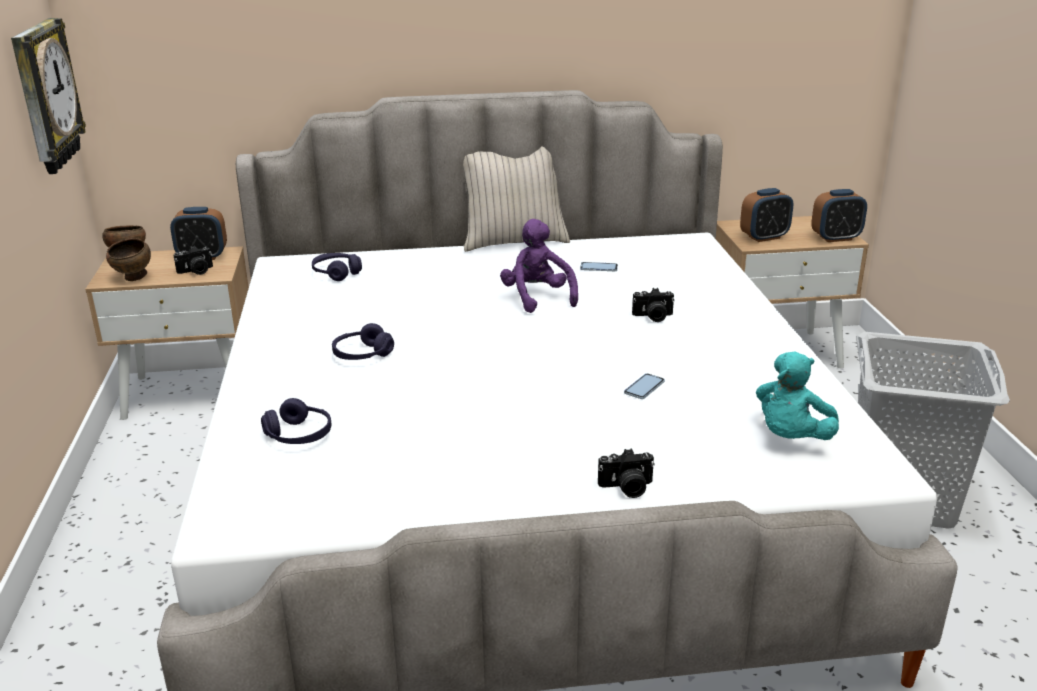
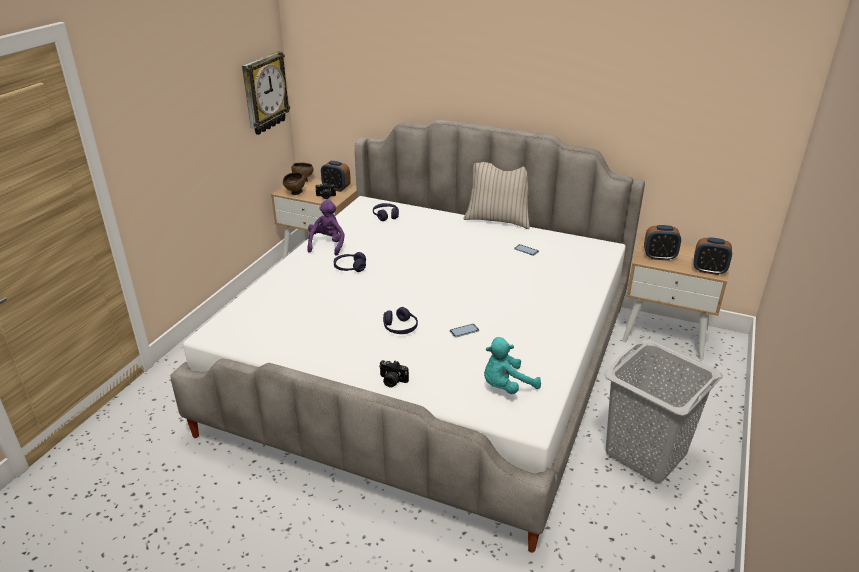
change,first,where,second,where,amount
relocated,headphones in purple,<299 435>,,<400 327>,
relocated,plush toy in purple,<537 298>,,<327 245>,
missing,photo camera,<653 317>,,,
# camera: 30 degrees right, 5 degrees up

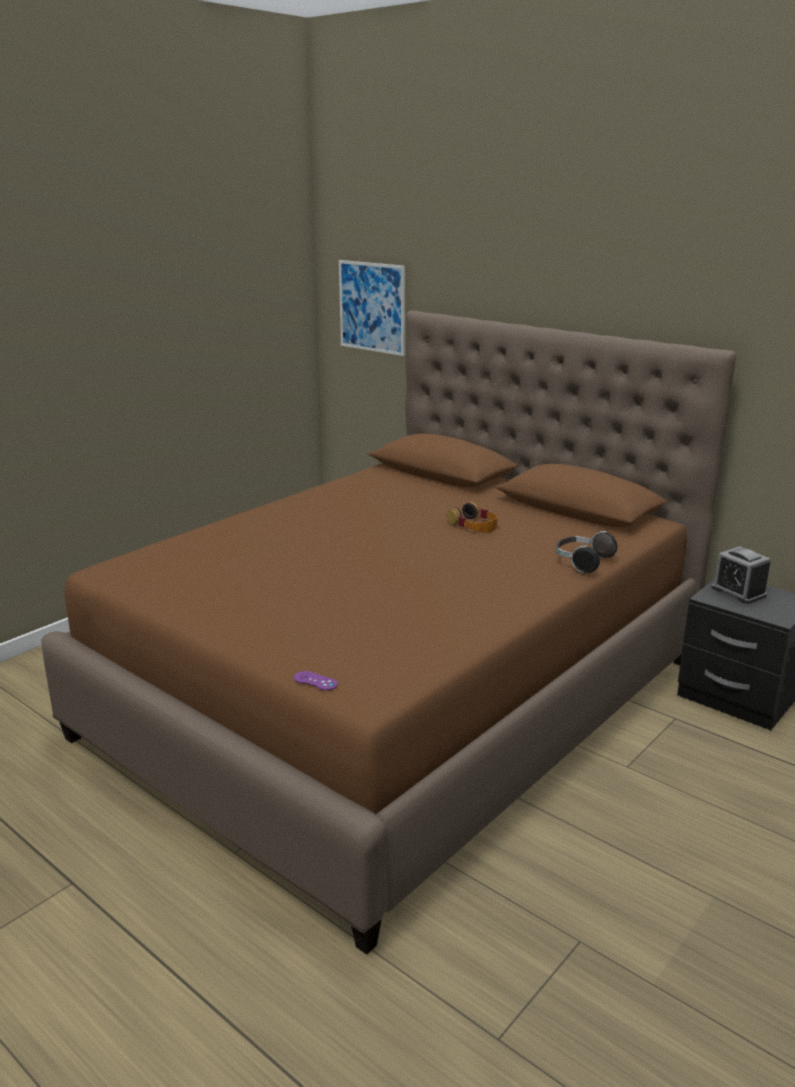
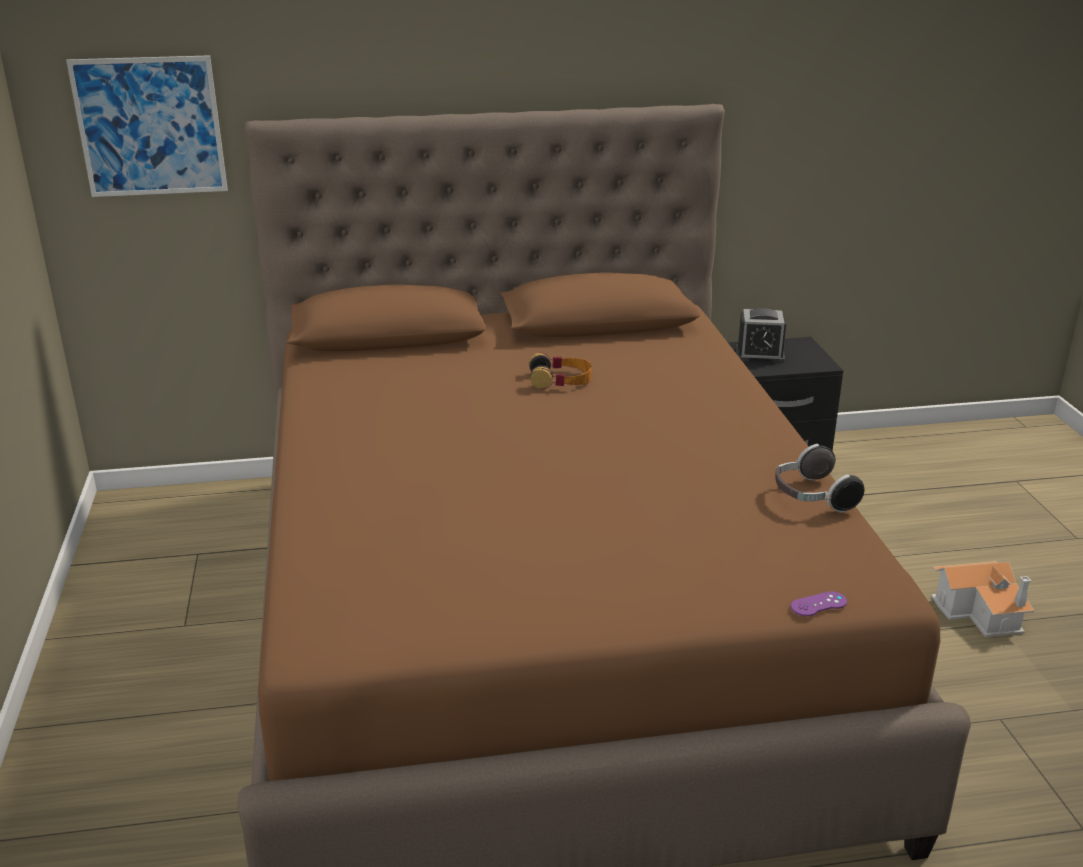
change,first,where,second,where,amount
relocated,headphones,<582 562>,,<812 497>,
appeared,,,toy house,<981 612>,
# camera: 50 degrees left, 5 degrees up

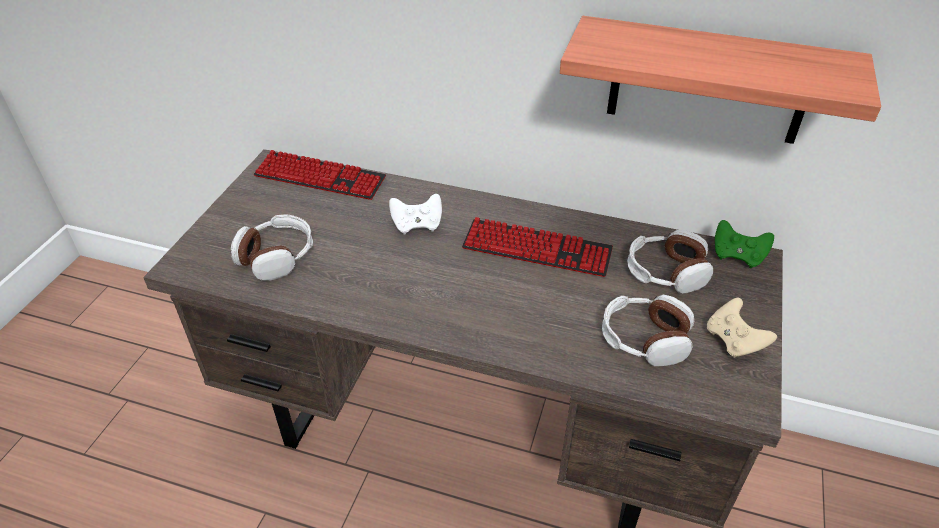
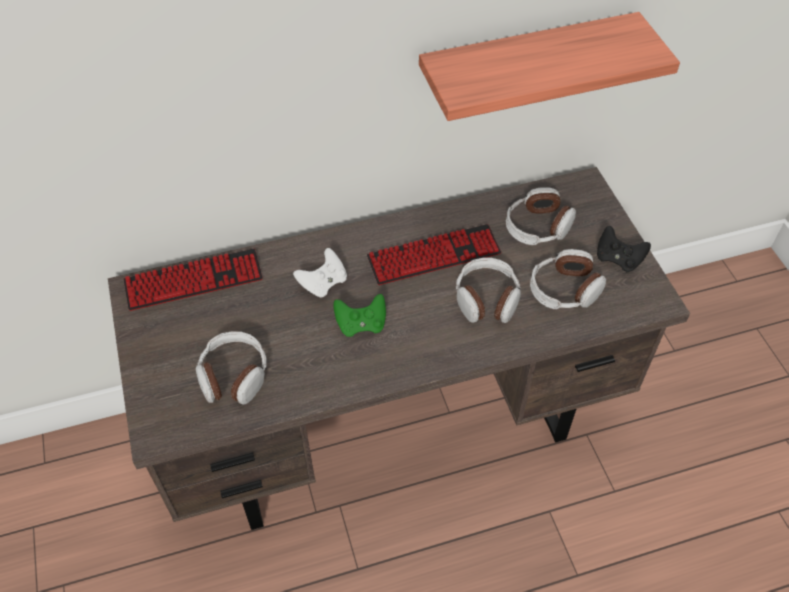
change,first,where,second,where,amount
colour,game controller in beige,<734 341>,game controller in black,<618 259>,
relocated,game controller in green,<737 256>,,<361 324>,
appeared,,,headphones,<486 299>,
# camera: 35 degrees left, 10 degrees up

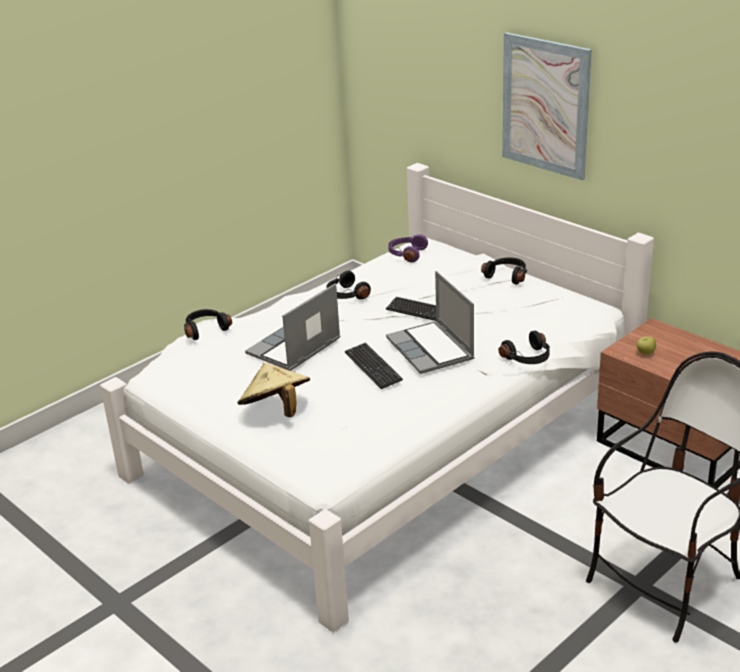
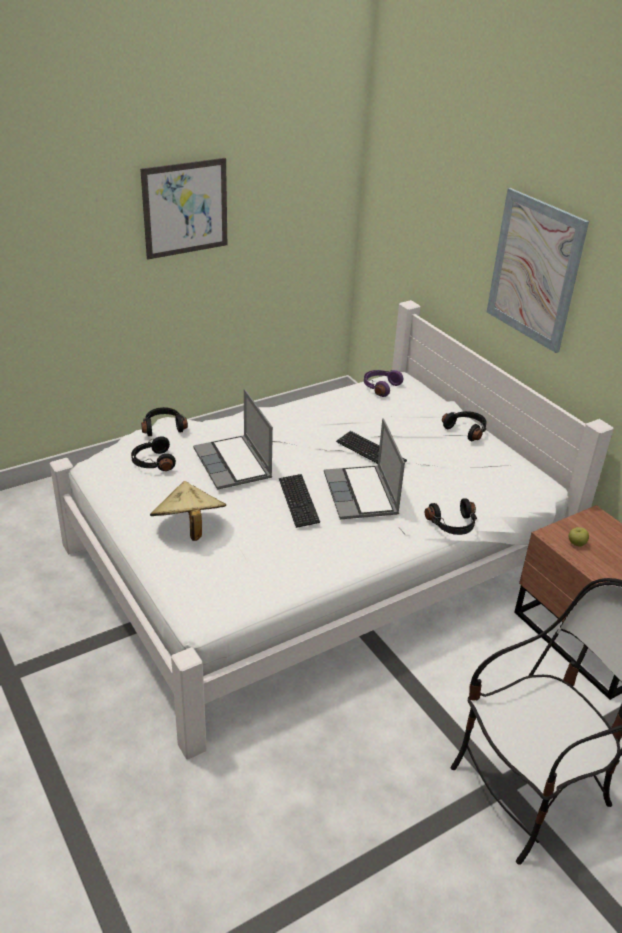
change,first,where,second,where,amount
spun,laptop,<294 348>,,<234 464>,75 degrees counterclockwise
relocated,headphones in black,<346 295>,,<153 462>,
appeared,,,picture,<185 208>,
# camera: 10 degrees right, 5 degrees up

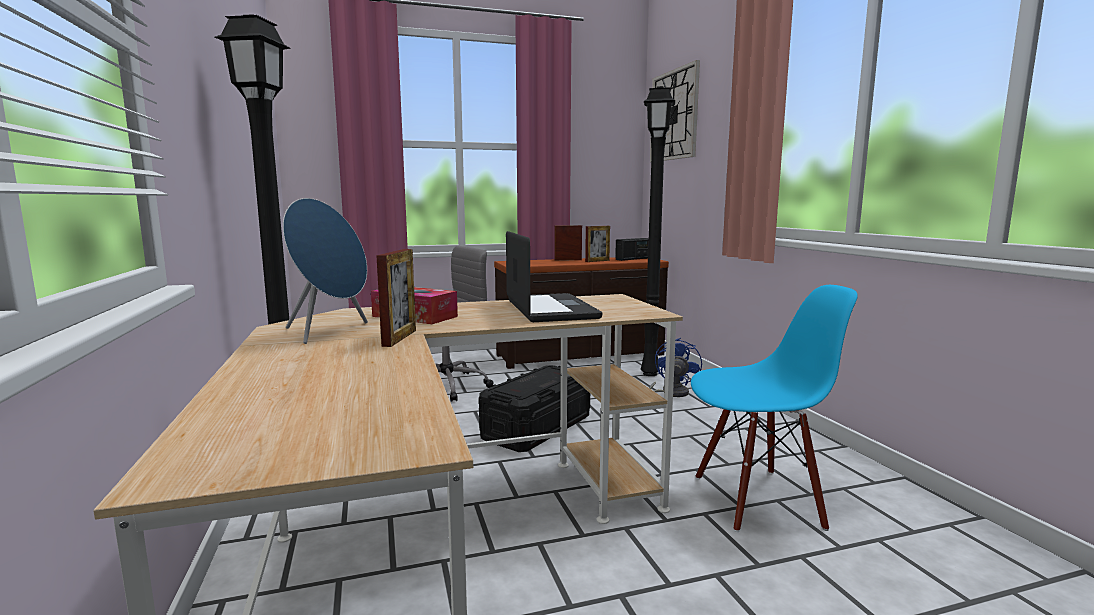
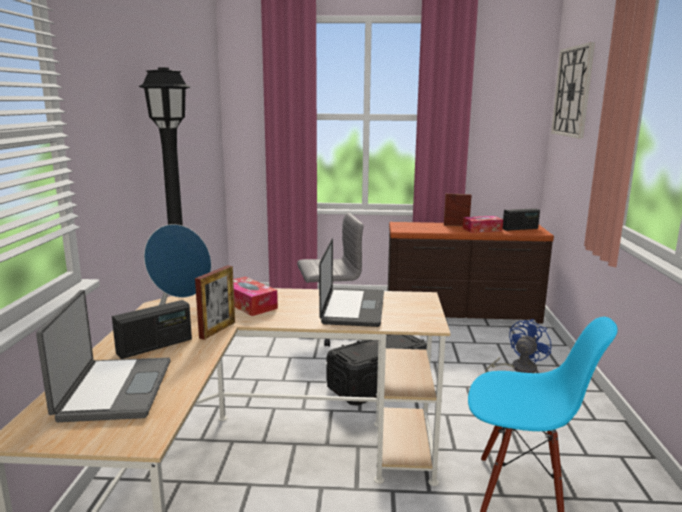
change,first,where,second,where,amount
exchanged,picture frame,<597 261>,tissue box,<482 229>,
missing,floor lamp in black,<648 374>,,,
appeared,,,laptop,<113 390>,
appeared,,,radio,<155 346>,
# camera: 20 degrees right, 5 degrees up

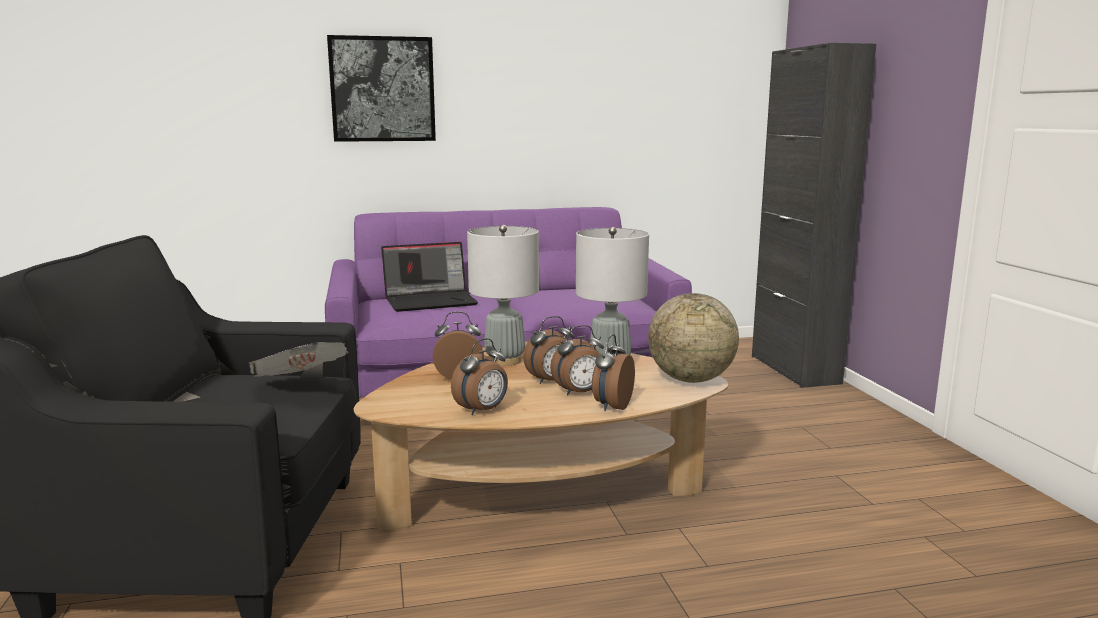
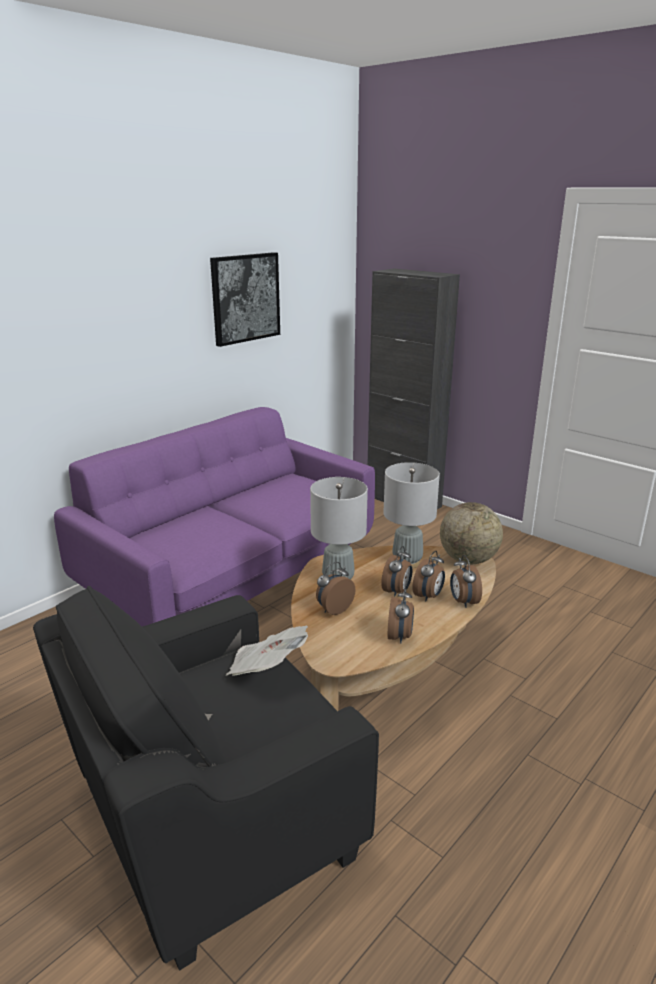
change,first,where,second,where,amount
relocated,picture,<382 89>,,<245 298>,
missing,laptop,<431 301>,,,
# camera: 35 degrees left, 10 degrees up

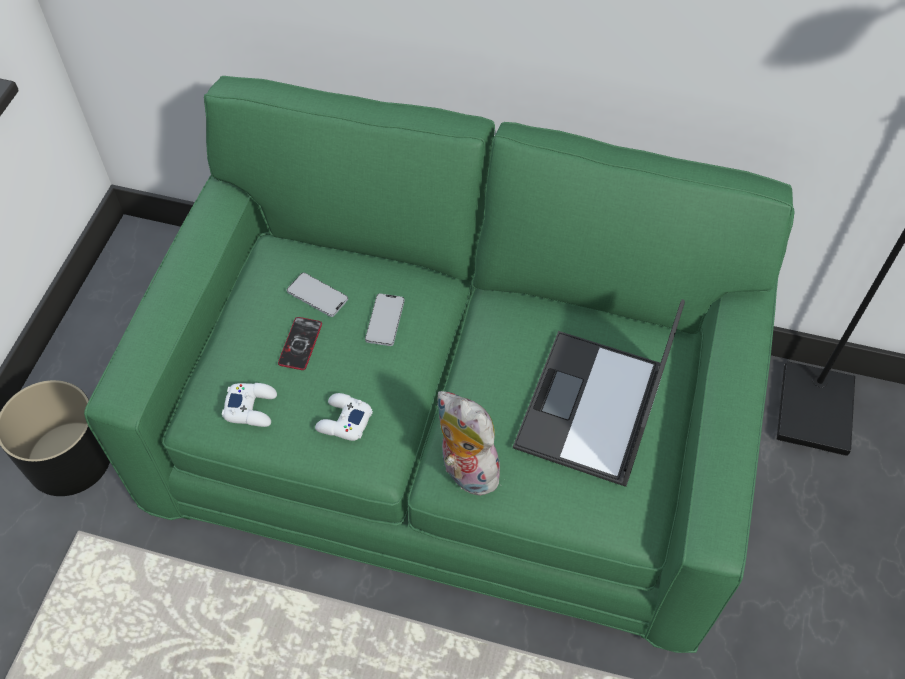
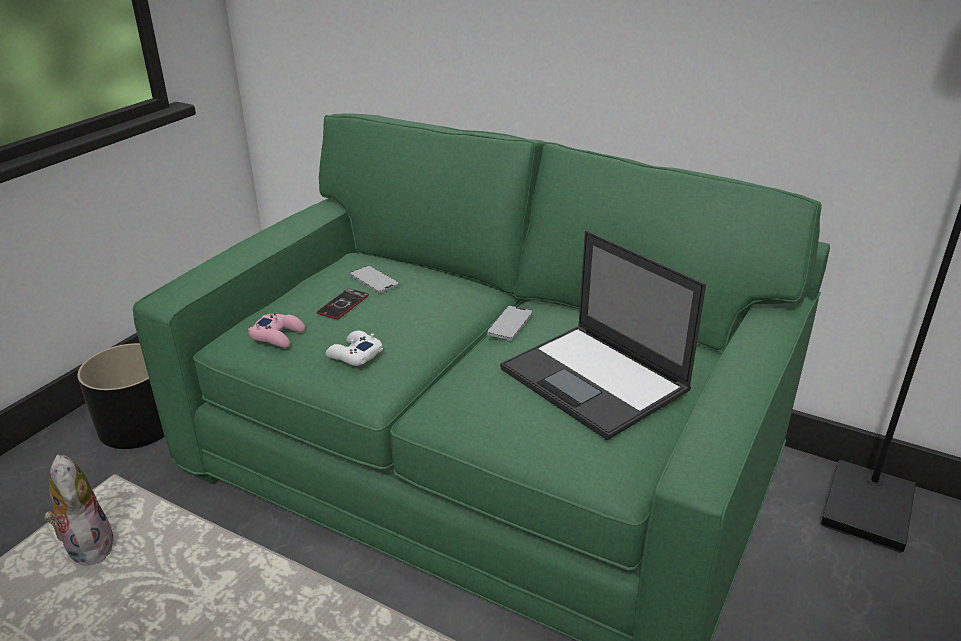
change,first,where,second,where,amount
colour,game controller in white,<251 408>,game controller in pink,<278 335>,
relocated,phone,<385 320>,,<510 324>,
relocated,plush toy,<465 471>,,<87 546>,
spun,laptop,<590 409>,,<595 380>,75 degrees counterclockwise
# camera: 15 degrees right, 25 degrees down

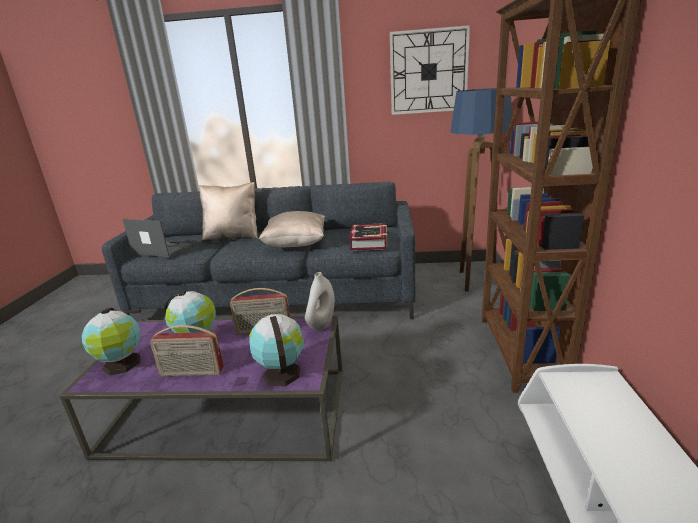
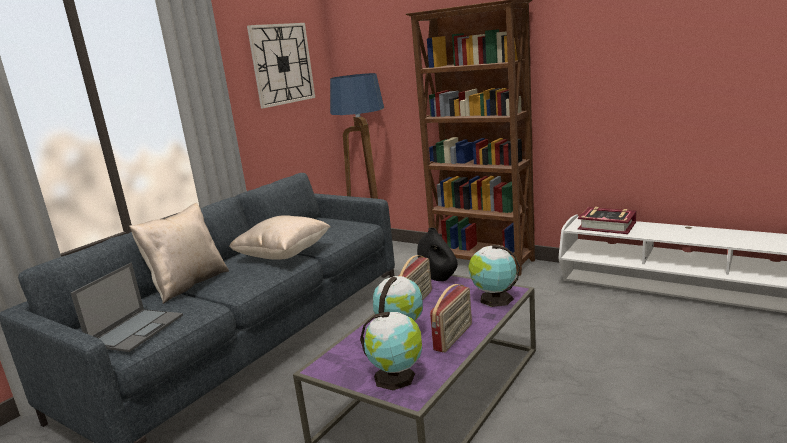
change,first,where,second,where,amount
spun,laptop,<162 249>,,<137 329>,150 degrees clockwise
colour,vase in white,<322 325>,vase in black,<438 277>,
relocated,book,<369 242>,,<607 226>,
# camera: 60 degrees left, 5 degrees down

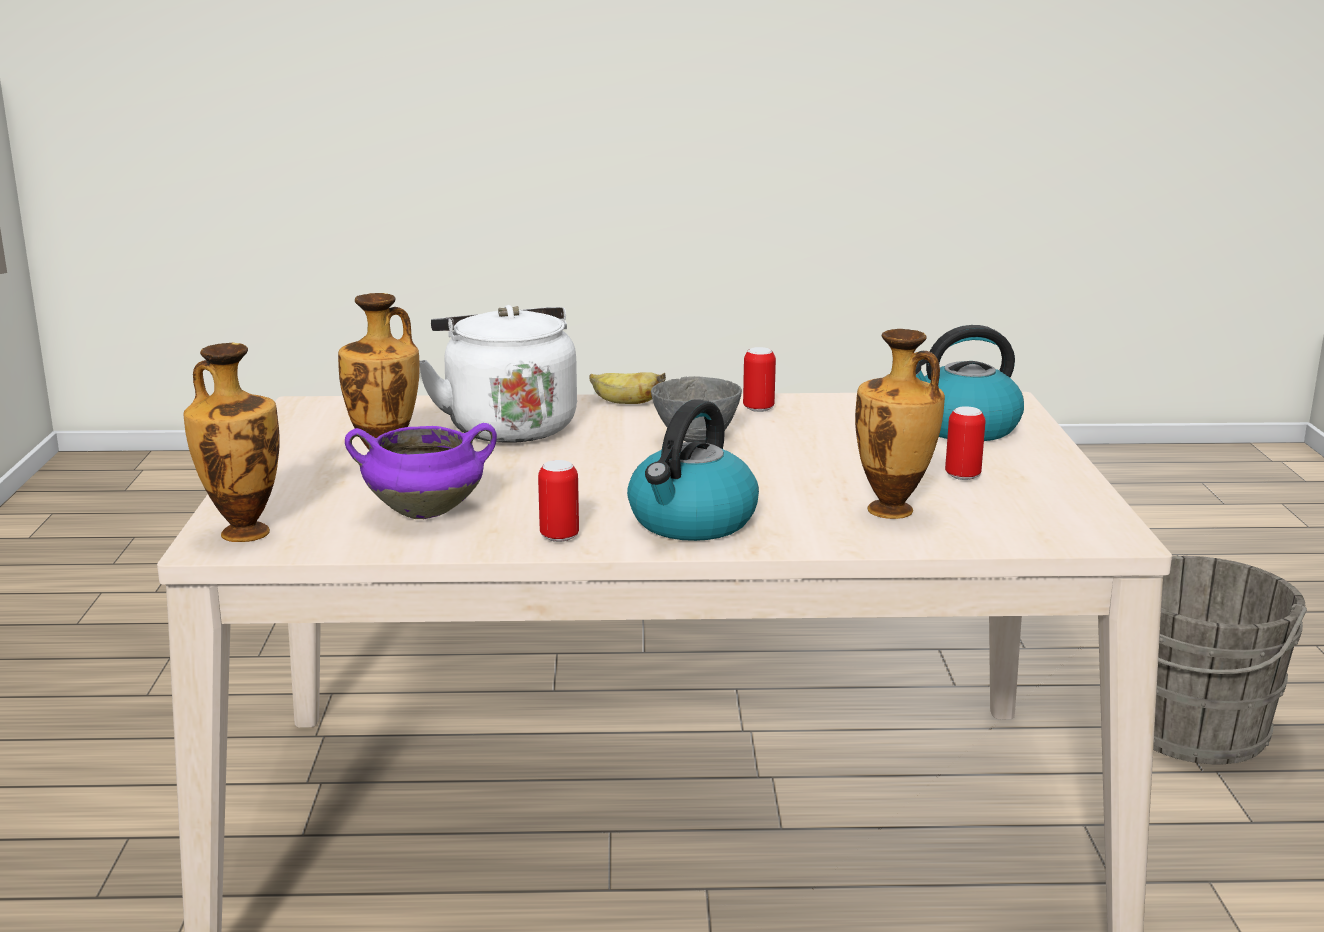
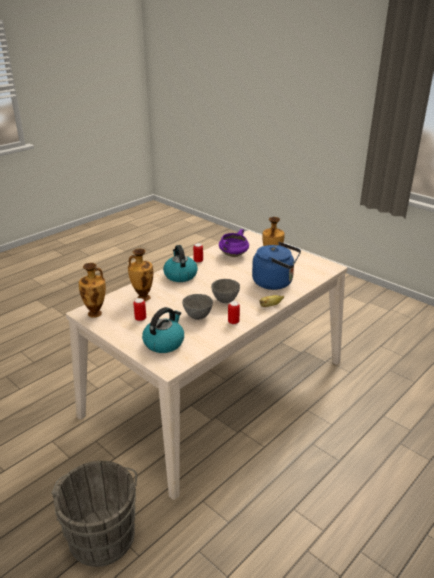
change,first,where,second,where,amount
relocated,vase,<243 532>,,<96 313>,
colour,kettle in white,<507 426>,kettle in blue,<275 283>,
appeared,,,bowl in grey,<197 317>,
# camera: 135 degrees right, 10 degrees up

